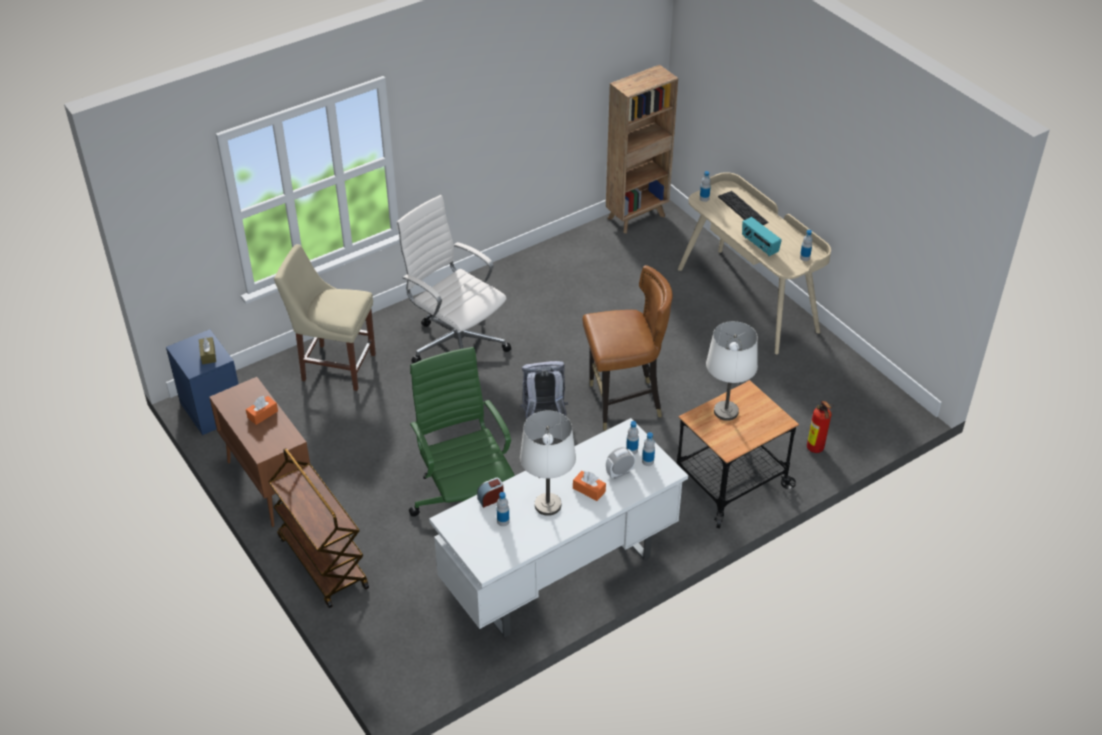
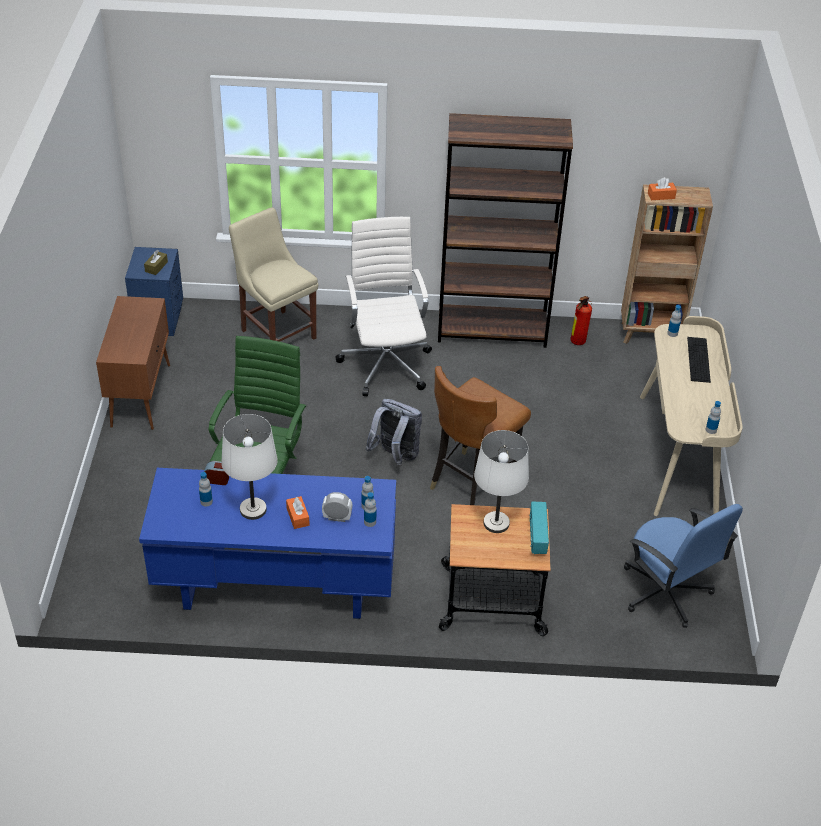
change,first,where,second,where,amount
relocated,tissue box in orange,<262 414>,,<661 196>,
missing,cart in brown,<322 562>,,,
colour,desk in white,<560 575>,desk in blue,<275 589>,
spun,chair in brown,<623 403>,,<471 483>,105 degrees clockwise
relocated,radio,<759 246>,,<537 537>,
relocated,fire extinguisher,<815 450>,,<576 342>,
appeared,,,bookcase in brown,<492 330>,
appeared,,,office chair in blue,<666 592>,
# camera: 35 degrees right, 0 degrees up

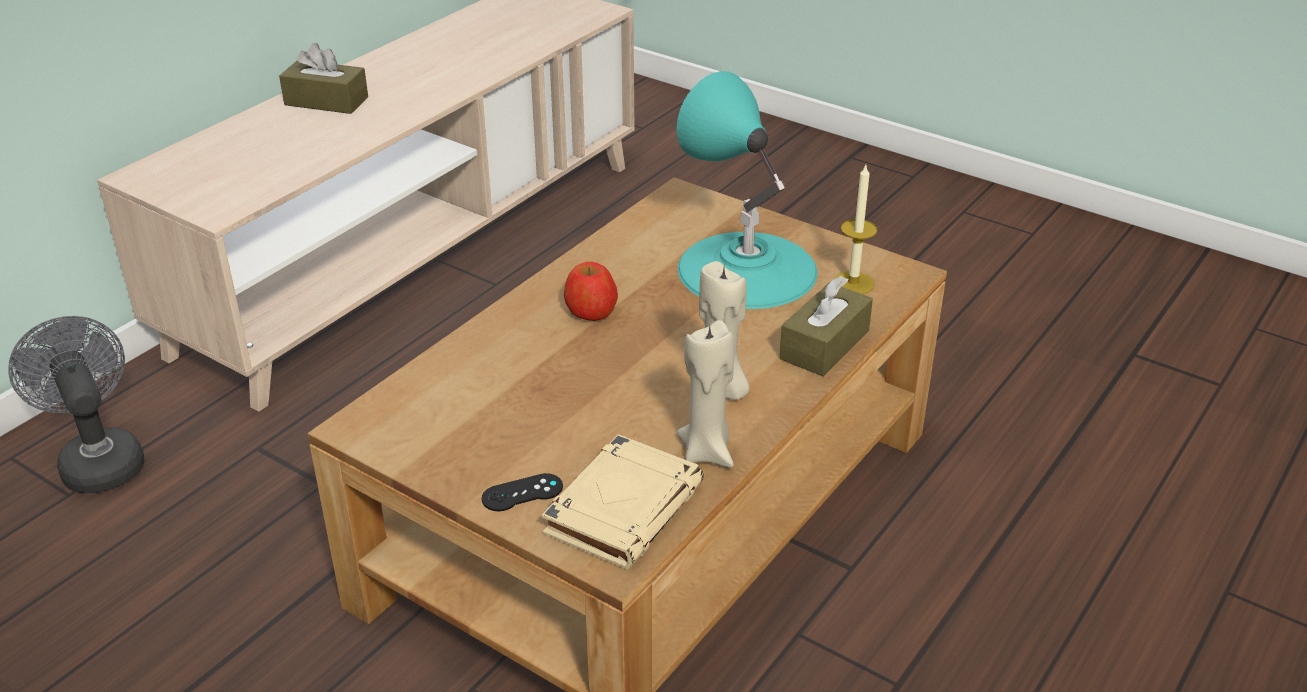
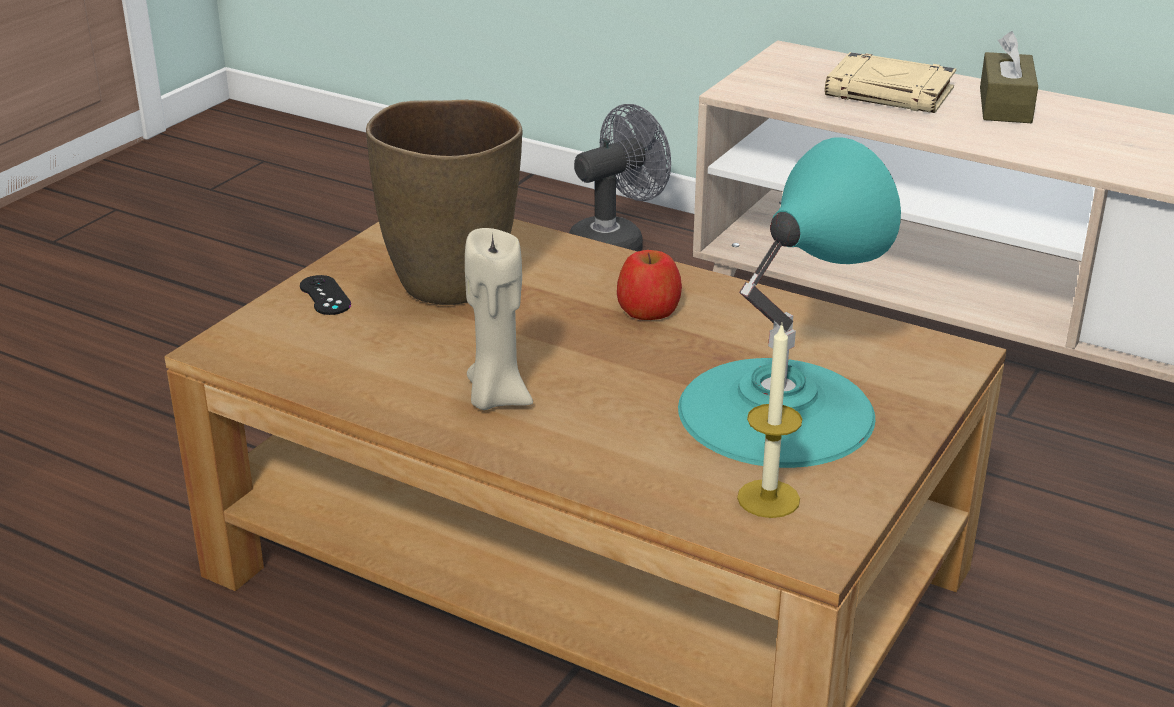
change,first,where,second,where,amount
relocated,book in beige,<624 508>,,<891 92>,
missing,candle in beige,<707 452>,,,
missing,tissue box in brown,<824 345>,,,
appeared,,,vase in brown,<451 284>,
# camera: 85 degrees right, 5 degrees down

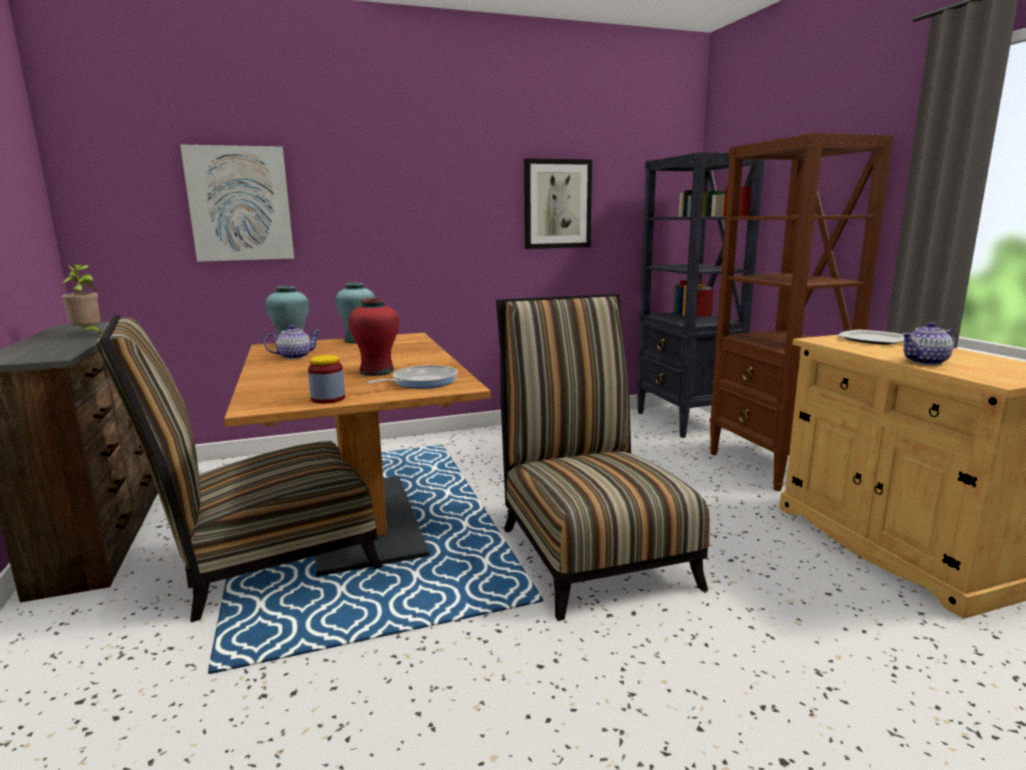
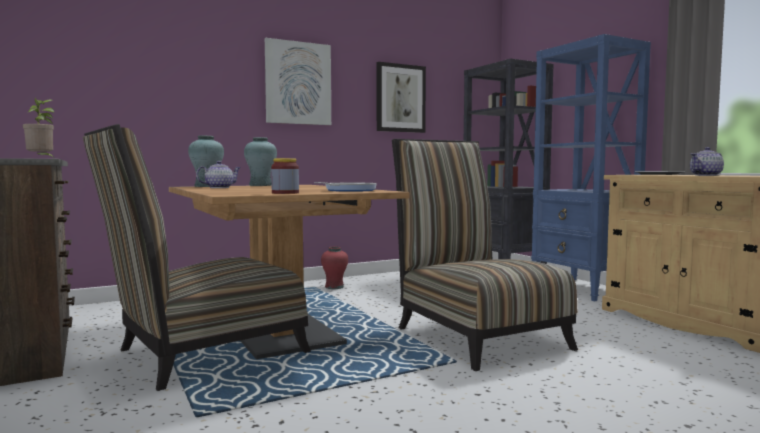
change,first,where,second,where,amount
relocated,picture,<240 204>,,<298 83>,
relocated,vase in red,<377 371>,,<334 287>,
colour,bookcase in brown,<774 466>,bookcase in blue,<583 289>,
# camera: 10 degrees left, 10 degrees down

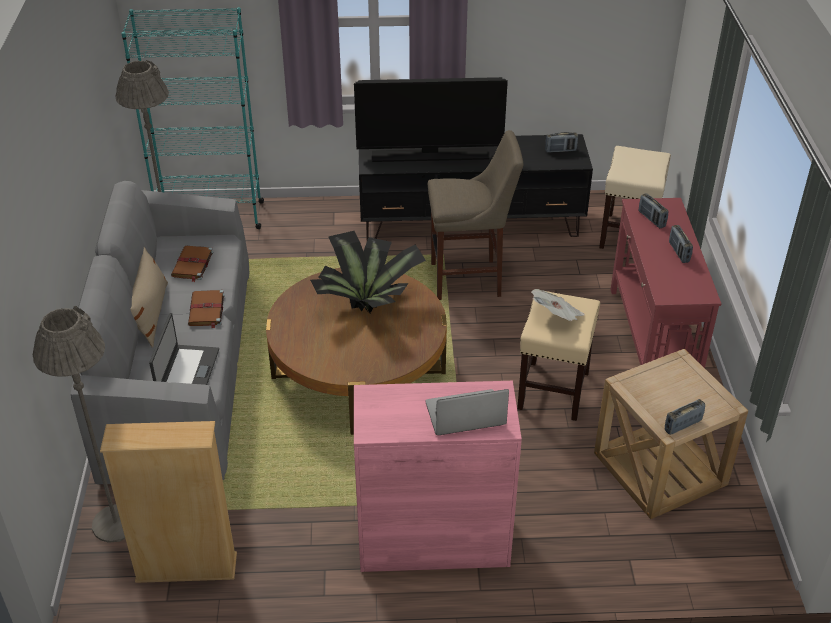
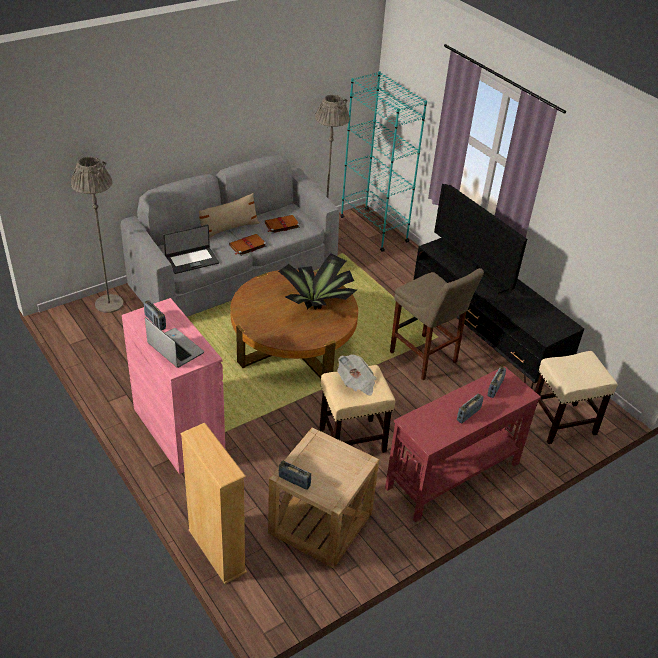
change,first,where,second,where,amount
relocated,bookcase in beige,<186 568>,,<216 551>,
relocated,radio,<560 150>,,<155 322>,
# camera: 55 degrees right, 0 degrees up

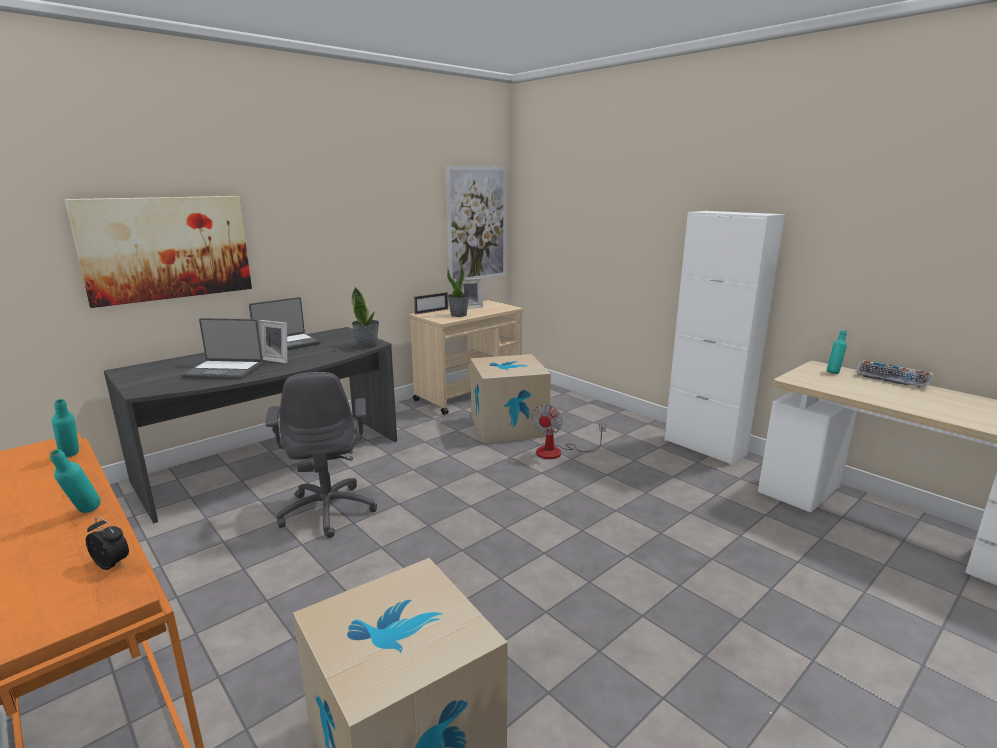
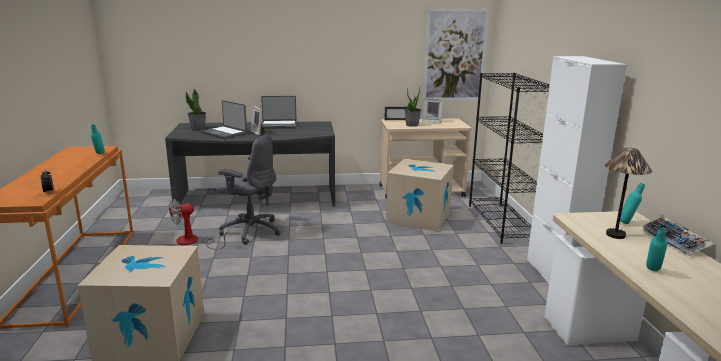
change,first,where,second,where,amount
relocated,bottle in turquoise,<84 514>,,<652 271>,
missing,picture,<167 248>,,,
spun,office chair in grey,<328 510>,,<250 231>,90 degrees counterclockwise
relocated,potted plant,<367 345>,,<198 129>,
relocated,fan,<558 452>,,<194 242>,
appeared,,,bookcase in black,<501 223>,
appeared,,,table lamp,<615 235>,
# camera: 35 degrees right, 0 degrees up

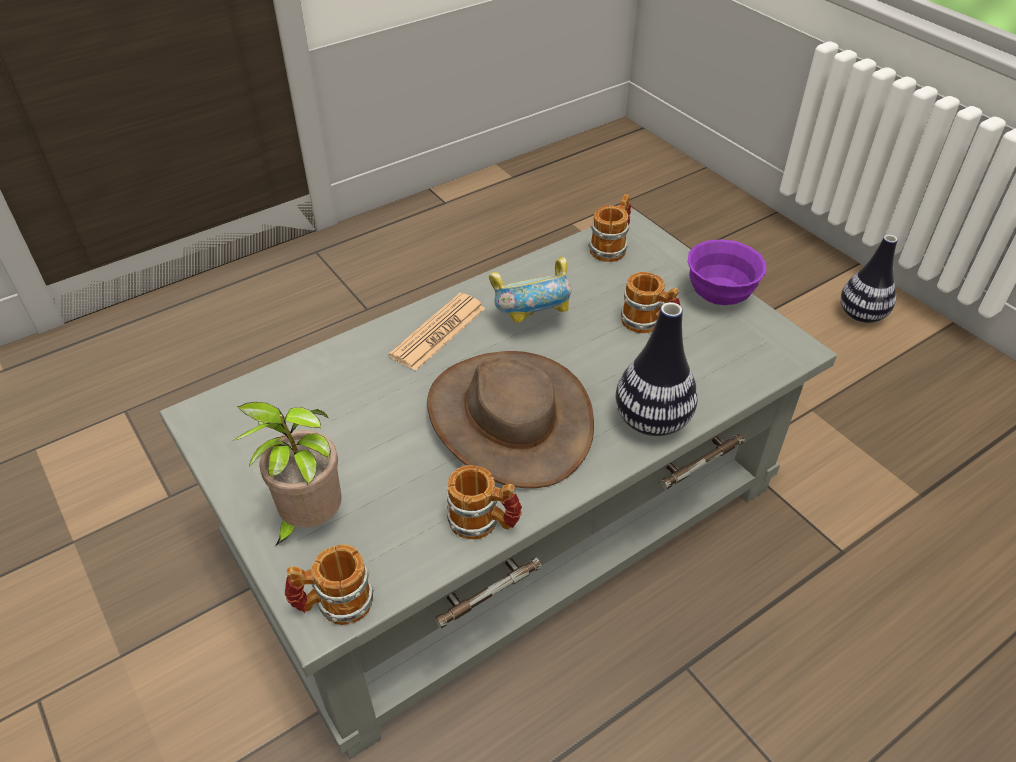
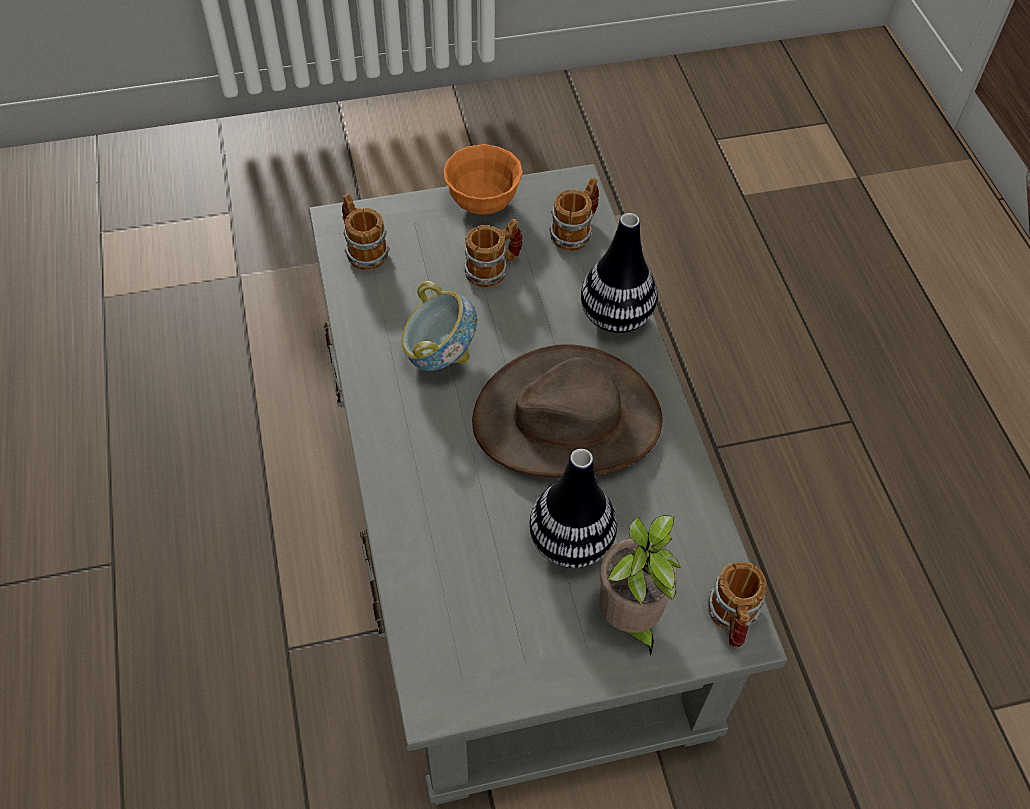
change,first,where,second,where,amount
missing,newspaper,<438 332>,,,
relocated,mug,<483 522>,,<576 231>,
colour,bowl in purple,<719 296>,bowl in orange,<482 203>,
relocated,vase,<861 315>,,<570 542>,
# camera: 70 degrees left, 10 degrees up

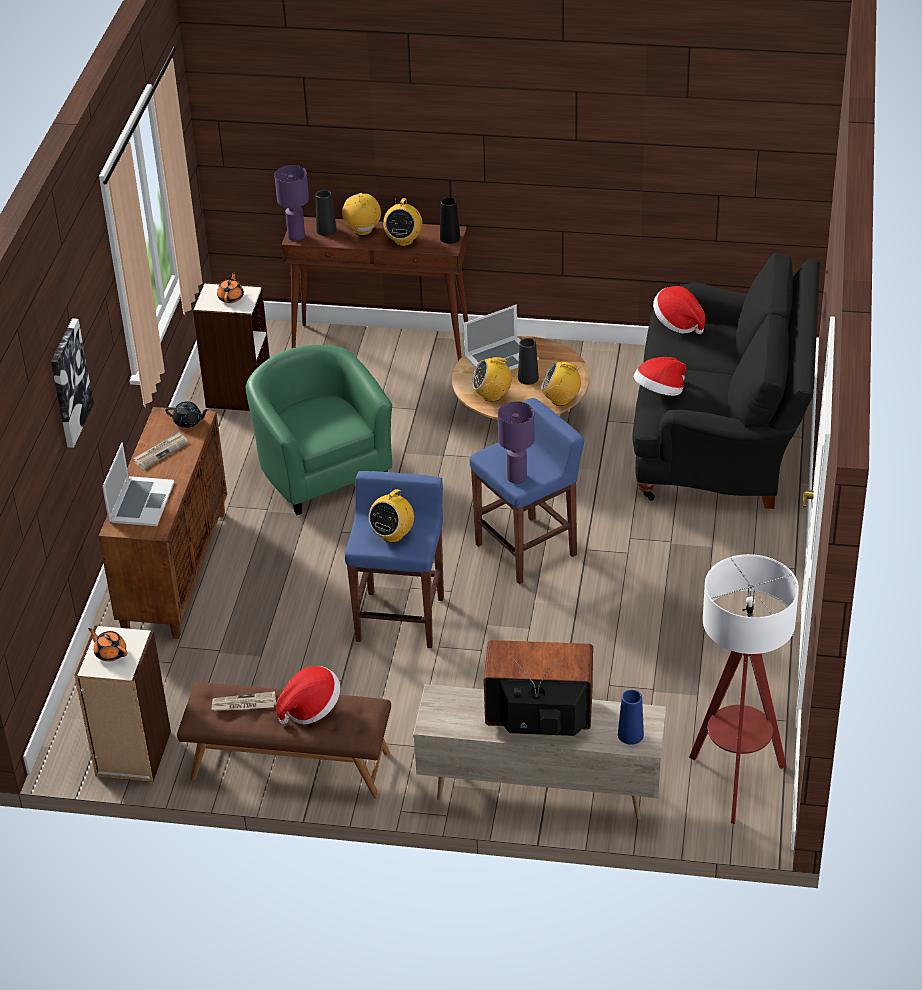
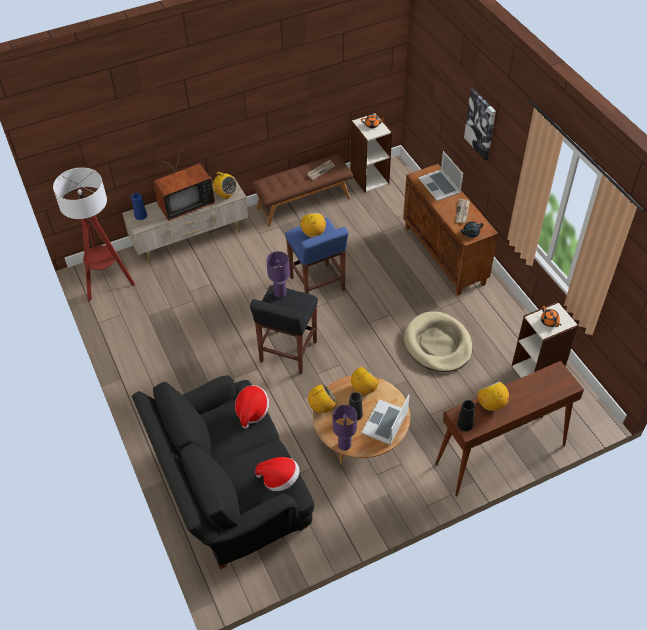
change,first,where,second,where,amount
exchanged,armchair in green,<321 471>,dog bed in beige,<437 344>,
relocated,table lamp in purple,<295 236>,,<345 445>,
missing,hat,<310 708>,,,
missing,vase in black,<326 230>,,,
relocated,radio,<363 230>,,<225 194>,
colour,stool in blue,<528 549>,stool in black,<287 352>,
# camera: 145 degrees right, 10 degrees up

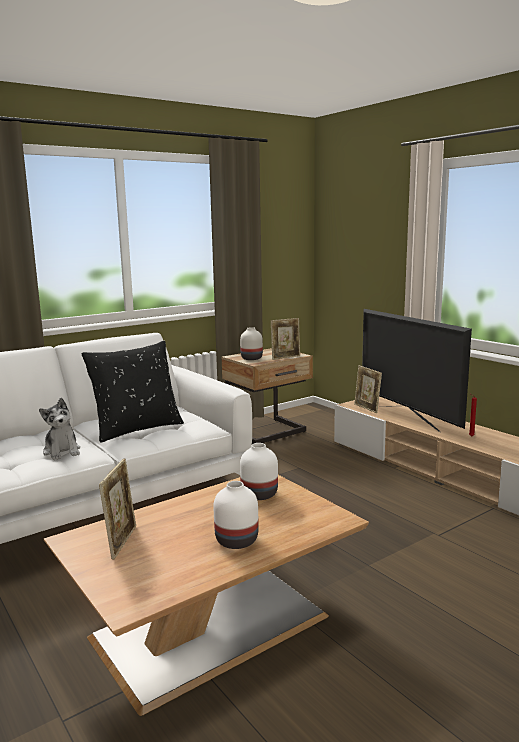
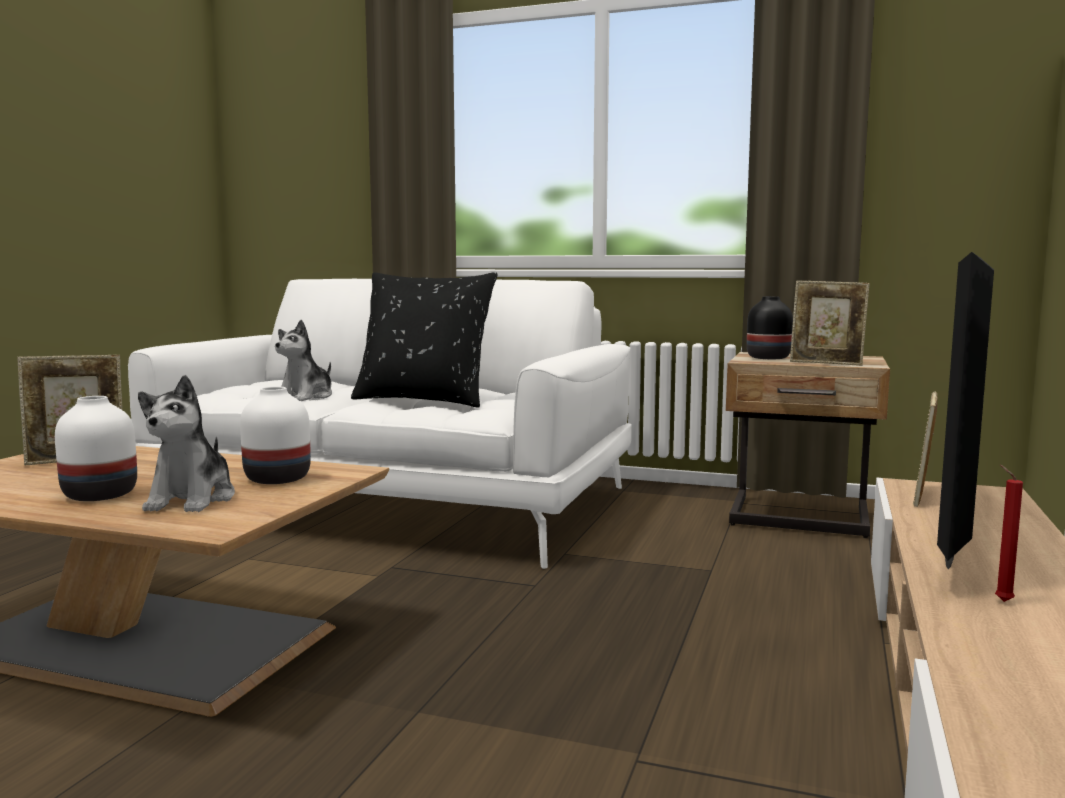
change,first,where,second,where,amount
colour,vase in white,<252 358>,vase in black,<769 358>,
appeared,,,plush toy,<192 500>,
# camera: 55 degrees right, 5 degrees down

